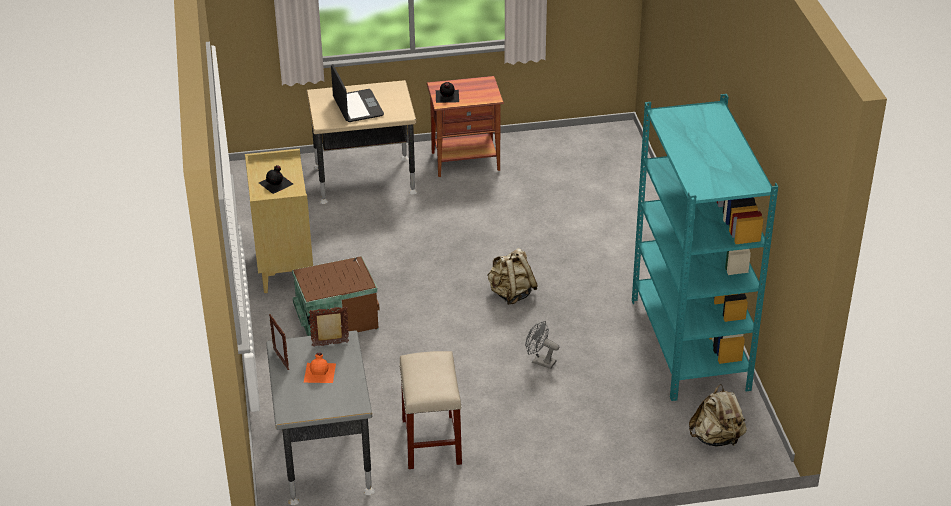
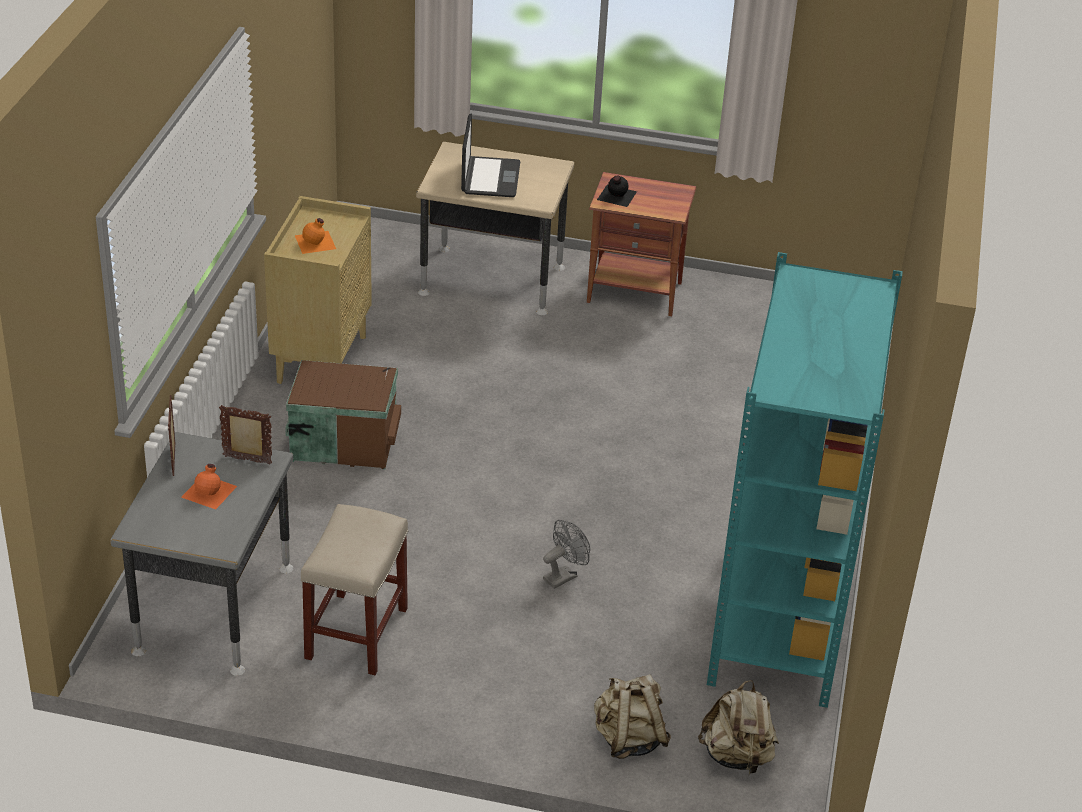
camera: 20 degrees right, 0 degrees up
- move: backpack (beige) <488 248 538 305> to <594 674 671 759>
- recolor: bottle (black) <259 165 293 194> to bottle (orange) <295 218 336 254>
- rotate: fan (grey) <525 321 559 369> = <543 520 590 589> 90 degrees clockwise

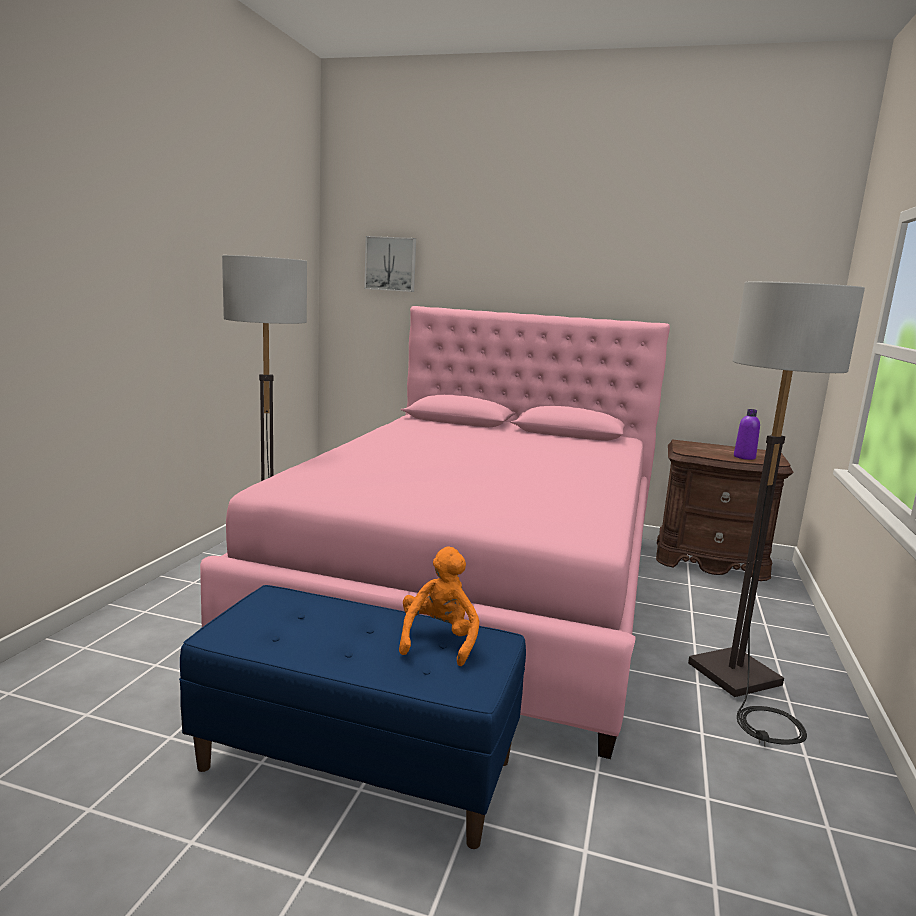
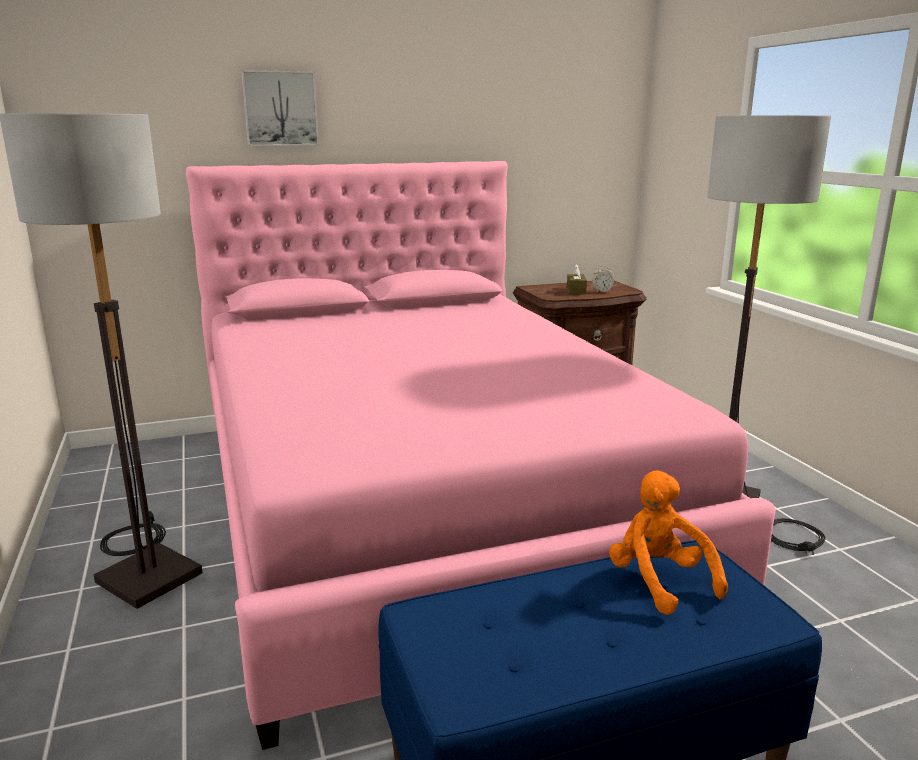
camera: 35 degrees left, 5 degrees up
- insert: tissue box (brown) <567 264 587 294>
- move: picture <364 236 416 292> to <241 70 319 146>
- replace: bottle (purple) <734 409 760 460> to alarm clock <592 266 614 292>

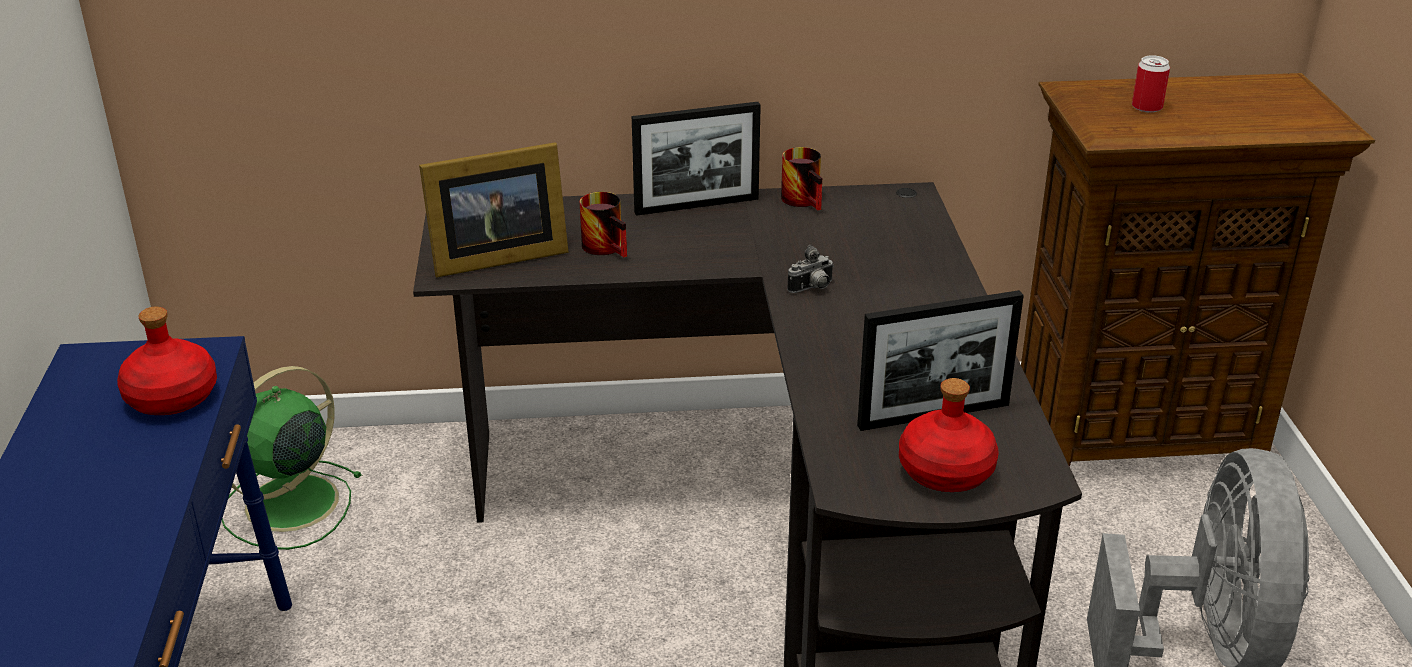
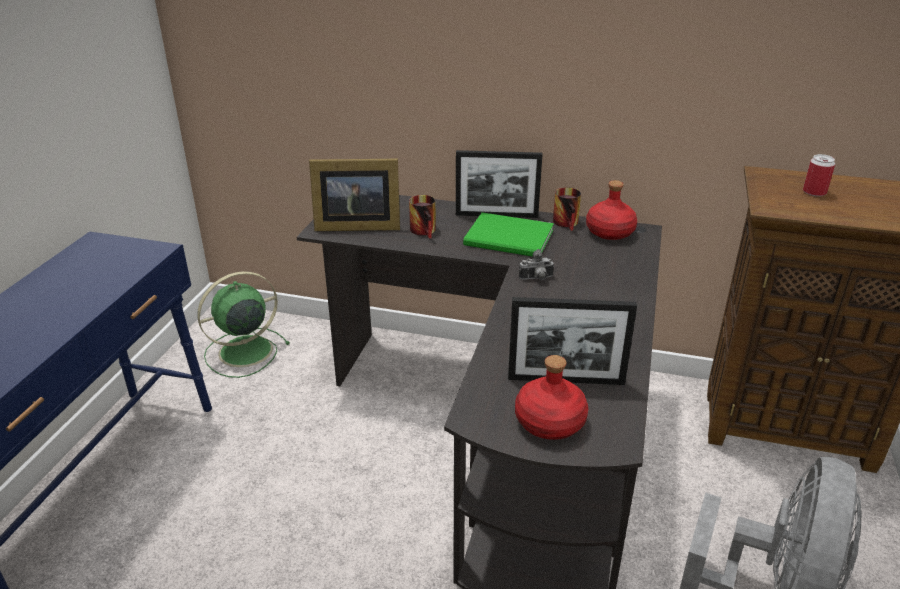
camera: 20 degrees right, 0 degrees up
- insert: book (green) <463 212 554 257>
- move: bottle (red) <117 307 217 415> to <586 180 637 240>

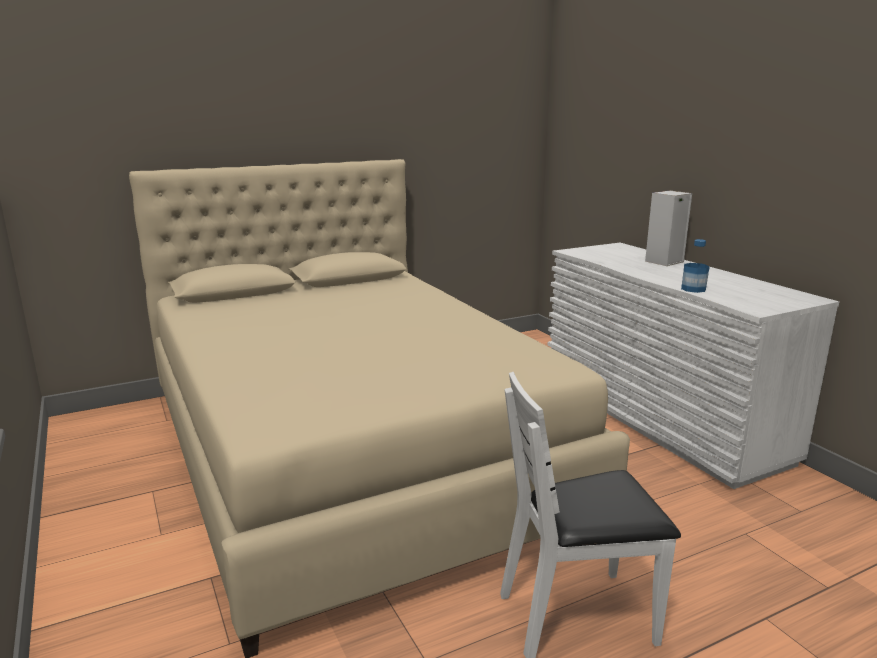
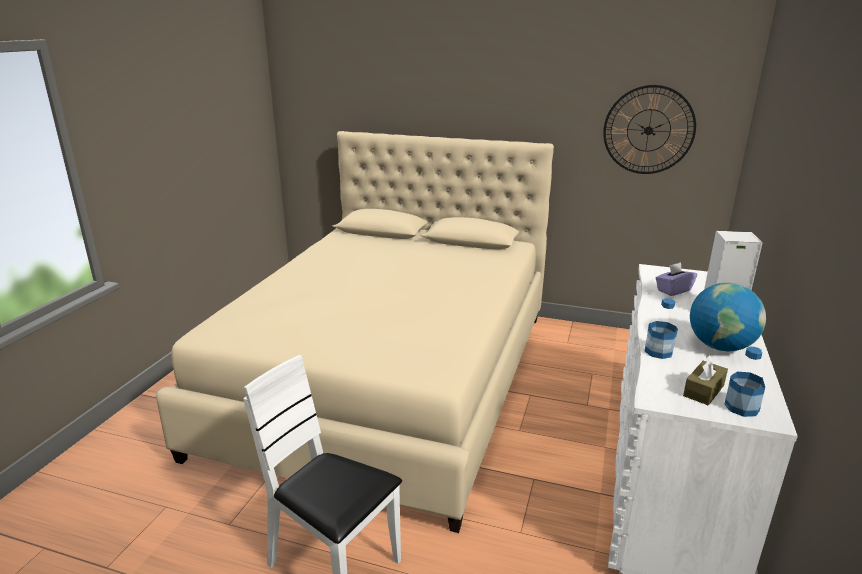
camera: 45 degrees right, 5 degrees up
- insert: wall clock <603 85 696 174>
- insert: tissue box (purple) <656 262 697 296>
- insert: tissue box (brown) <683 355 728 405>
- insert: globe <690 283 766 351>
- insert: bottle <724 347 765 417>

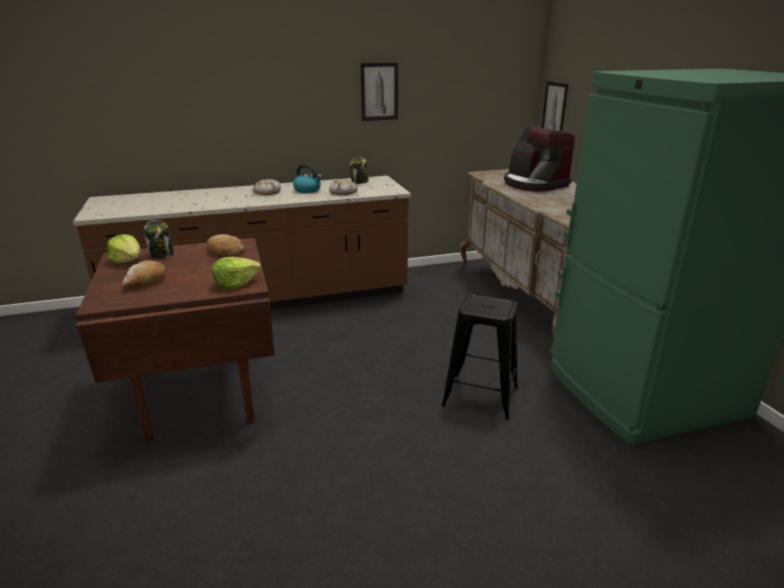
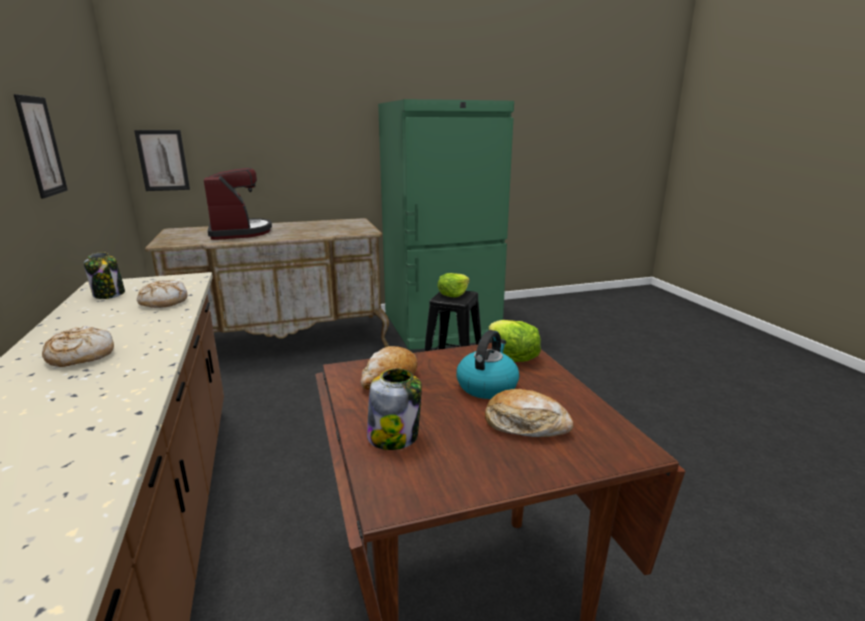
camera: 90 degrees left, 5 degrees down
- move: lettuce <107 234 141 263> to <437 273 470 297>
- move: kettle <293 164 322 193> to <456 330 519 399>
- rotate: coffee machine <504 127 575 192> = <204 168 272 240> 75 degrees counterclockwise

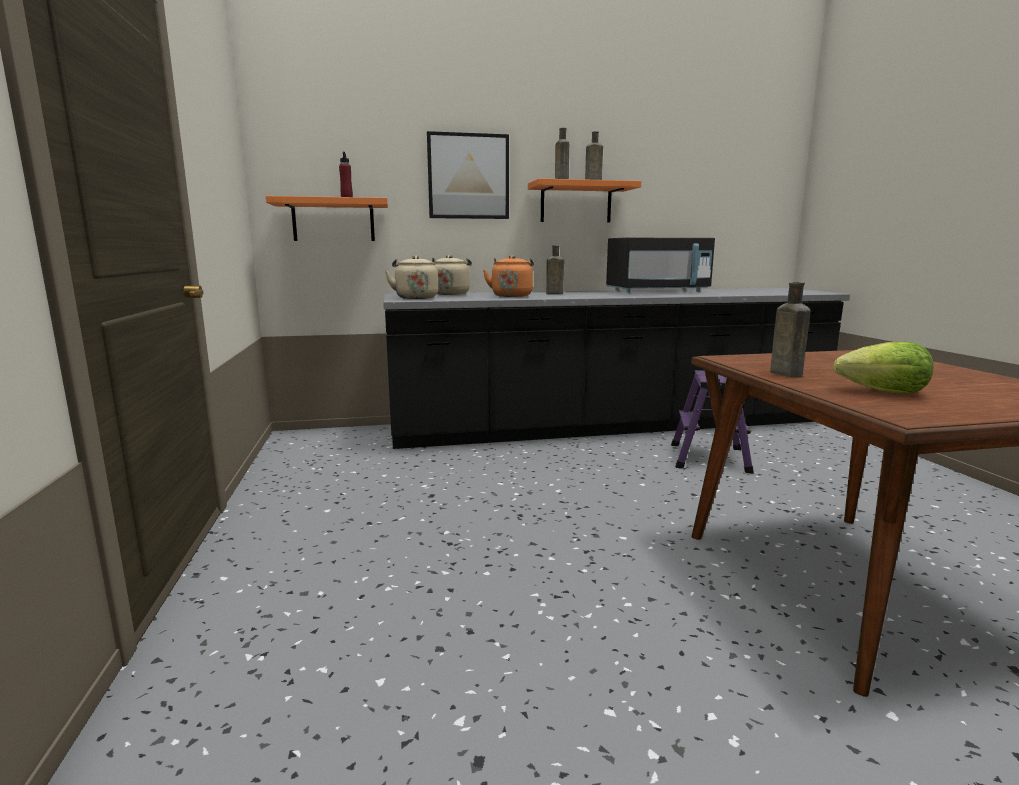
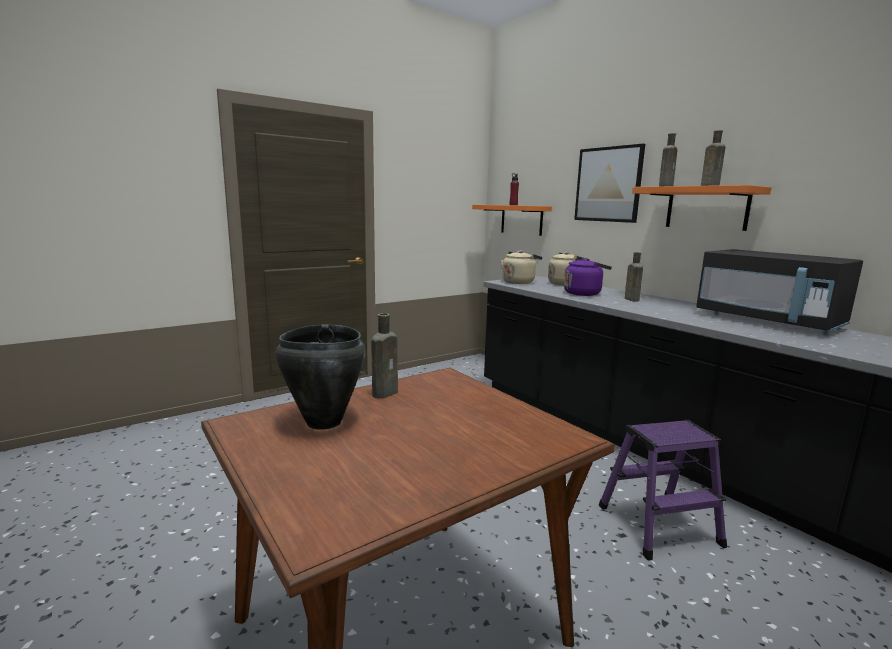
camera: 65 degrees right, 0 degrees up
- replace: lettuce <833 342 933 394> to cooking pot (black) <275 324 365 430>
- recolor: kettle (orange) <483 255 534 297> to kettle (purple) <564 258 612 296>

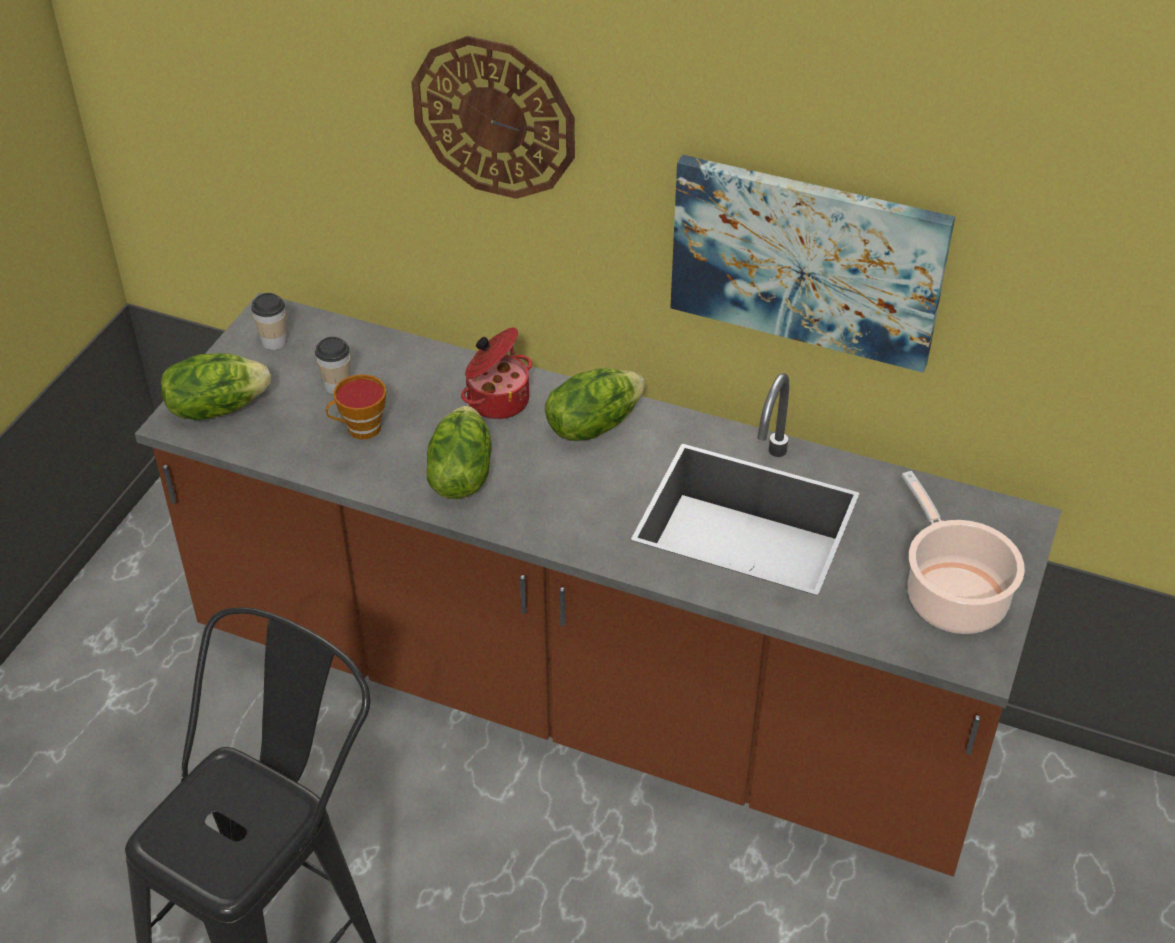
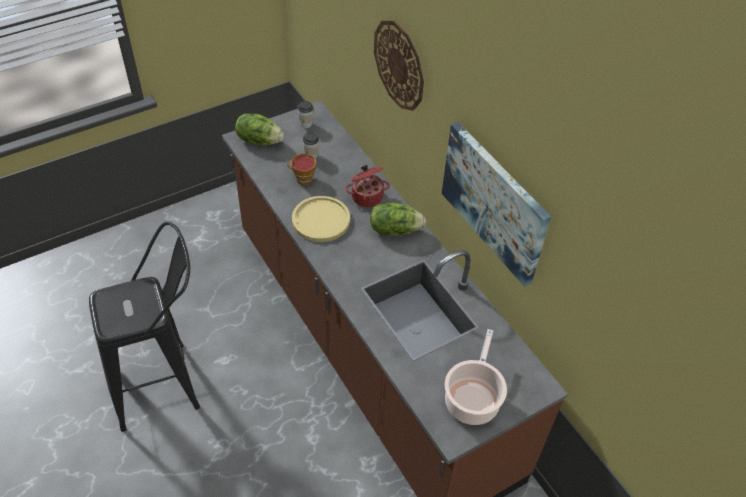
camera: 35 degrees right, 5 degrees up
- replace: lettuce <427 406 492 499> to plate (yellow) <292 196 350 242>

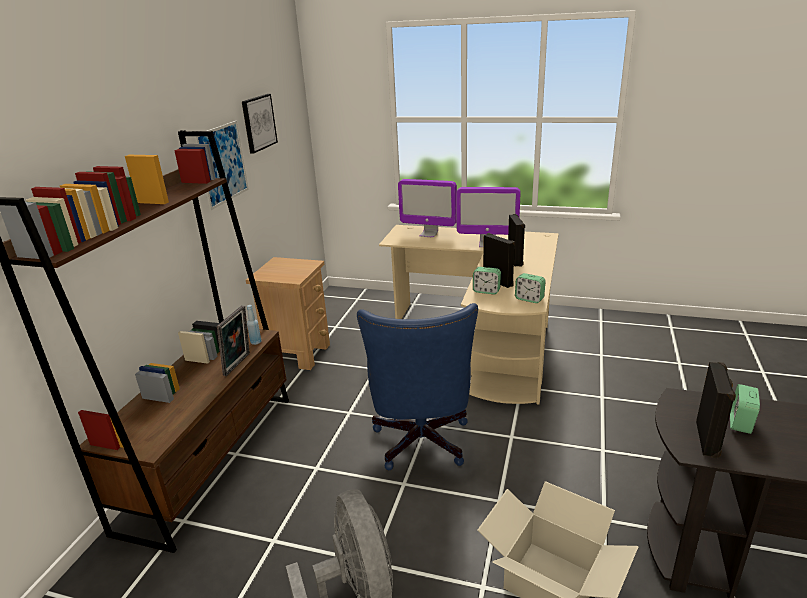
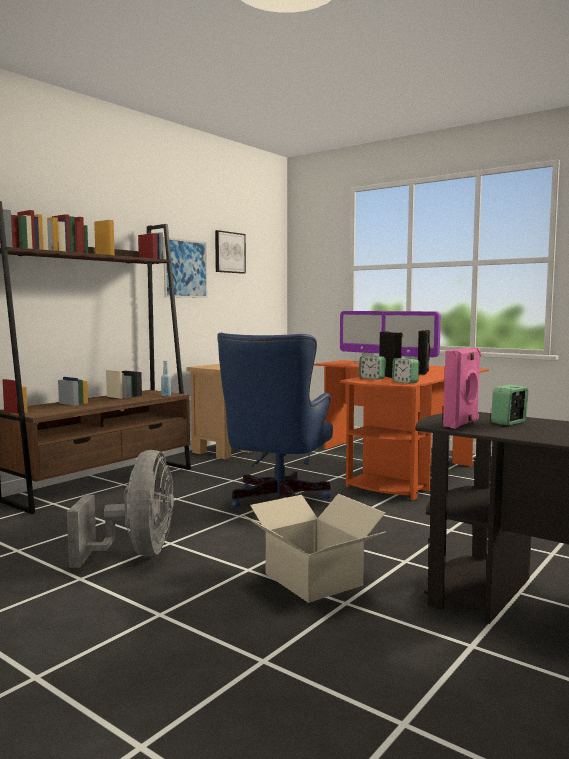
camera: 20 degrees right, 20 degrees down
- delete: picture frame <217 306 250 376>
- recolor: desk (beige) <379 225 559 405> to desk (orange) <314 360 489 500>
- recolor: speaker (black) <696 362 736 458> to speaker (pink) <443 348 481 429>

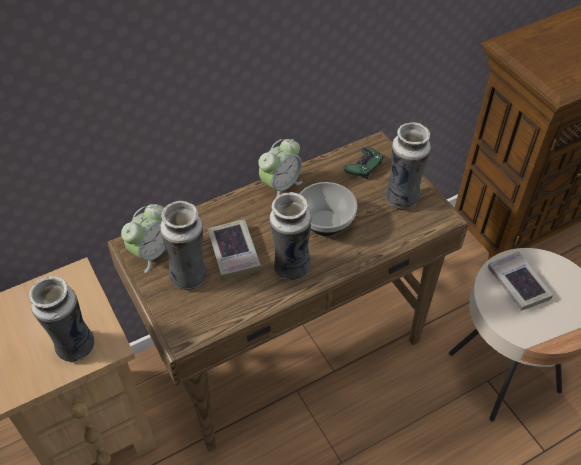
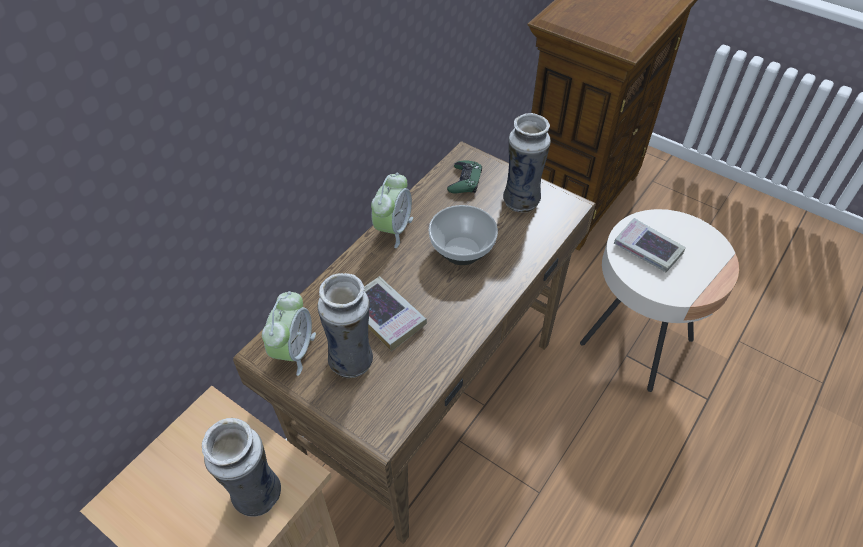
camera: 25 degrees left, 0 degrees up
- delete: vase <269 192 311 281>

